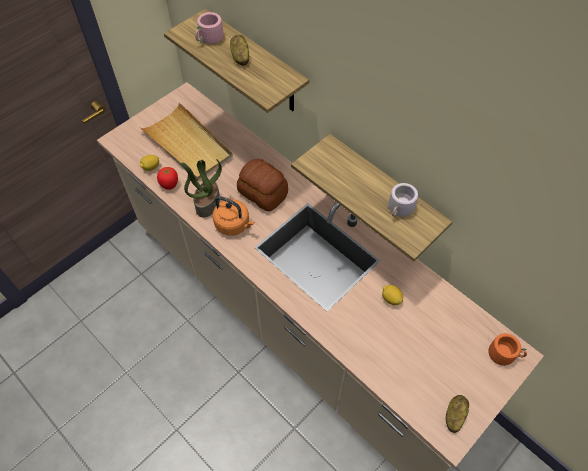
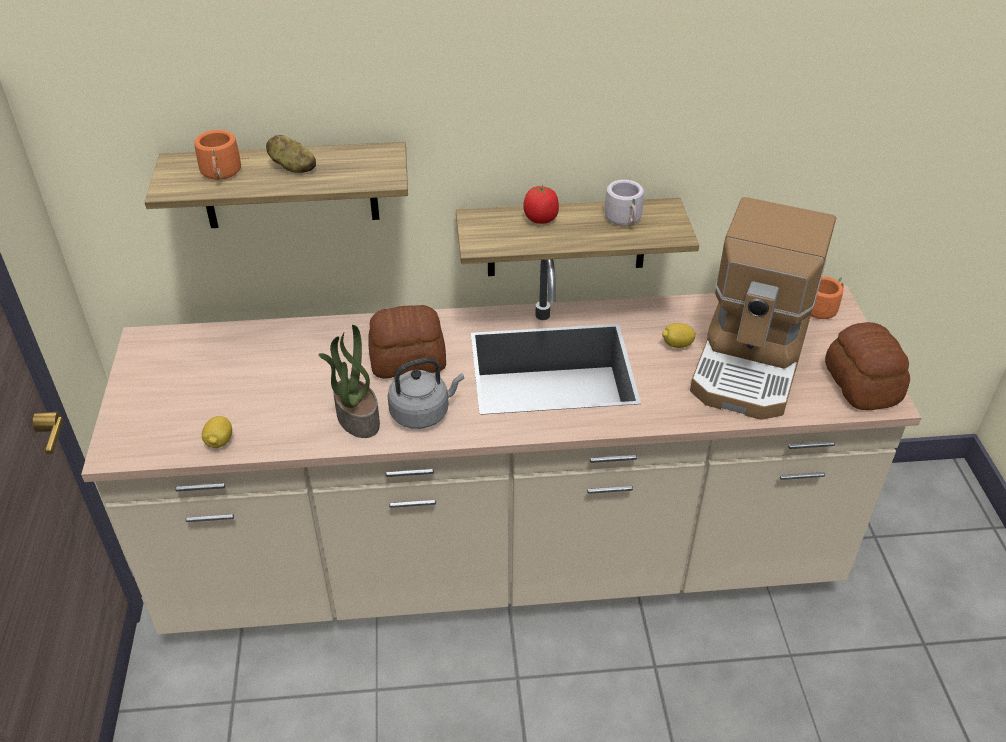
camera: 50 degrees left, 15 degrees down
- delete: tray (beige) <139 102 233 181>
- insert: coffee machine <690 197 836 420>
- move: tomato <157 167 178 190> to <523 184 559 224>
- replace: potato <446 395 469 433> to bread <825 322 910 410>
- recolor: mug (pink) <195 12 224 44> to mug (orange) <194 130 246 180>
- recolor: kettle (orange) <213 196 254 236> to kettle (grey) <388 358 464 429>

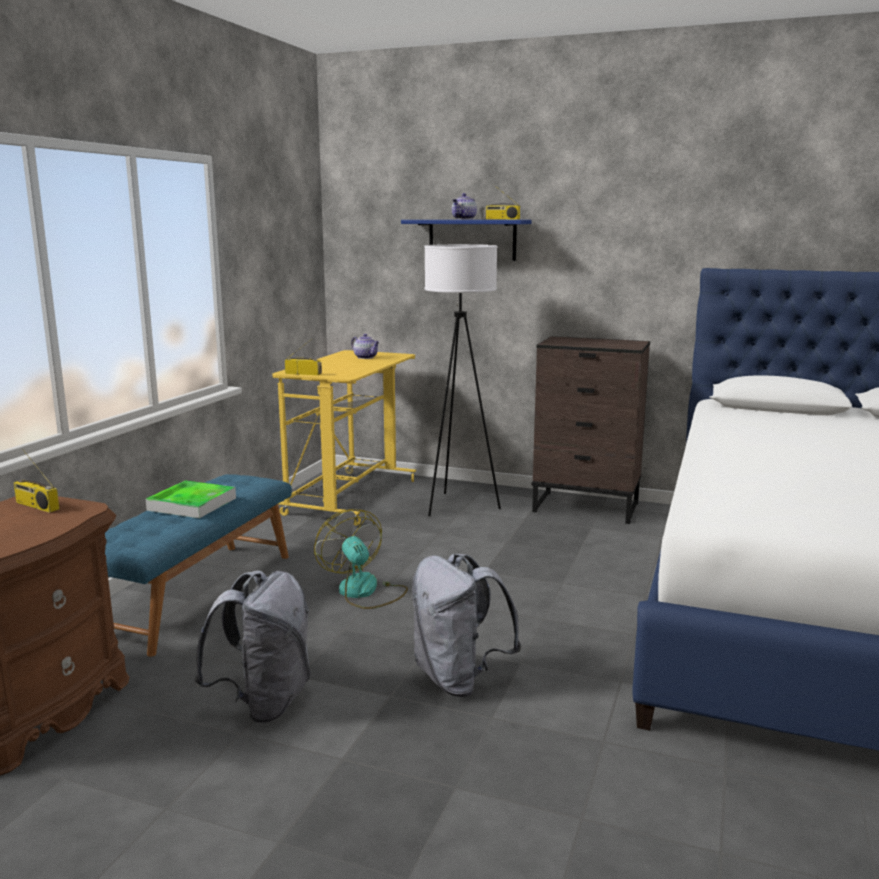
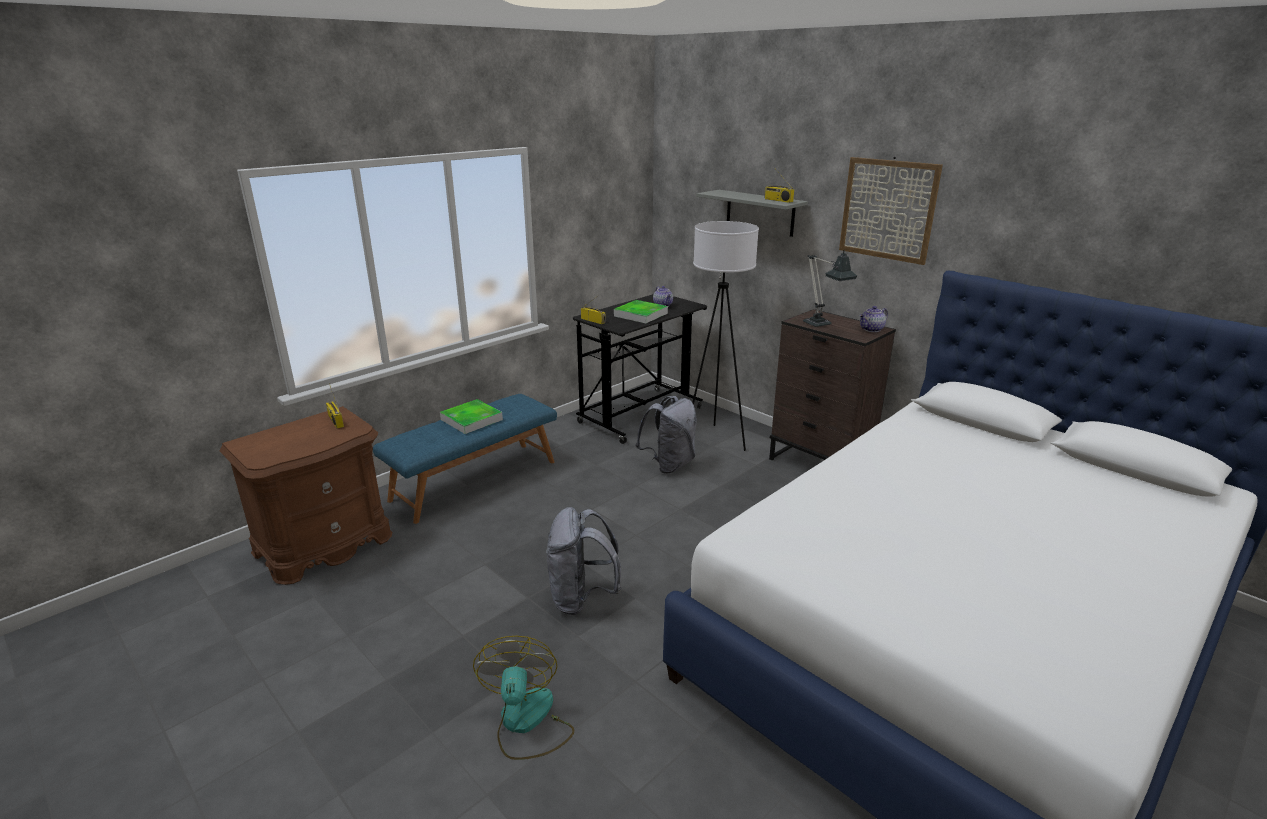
camera: 25 degrees right, 10 degrees up
- insert: tray <614 300 668 323>
- insert: table lamp <803 249 857 327>
- insert: picture <839 157 943 265>
- move: backpack (grey) <194 570 311 724> to <635 396 697 474>
- move: fan <314 509 408 609> to <473 636 574 760>
- move: teapot <452 193 477 220> to <859 306 888 332>
- recolor: desk (yellow) <272 350 416 526> to desk (black) <573 294 707 444>
- recolor: shelf (blue) <401 220 531 261> to shelf (grey) <696 190 808 237>

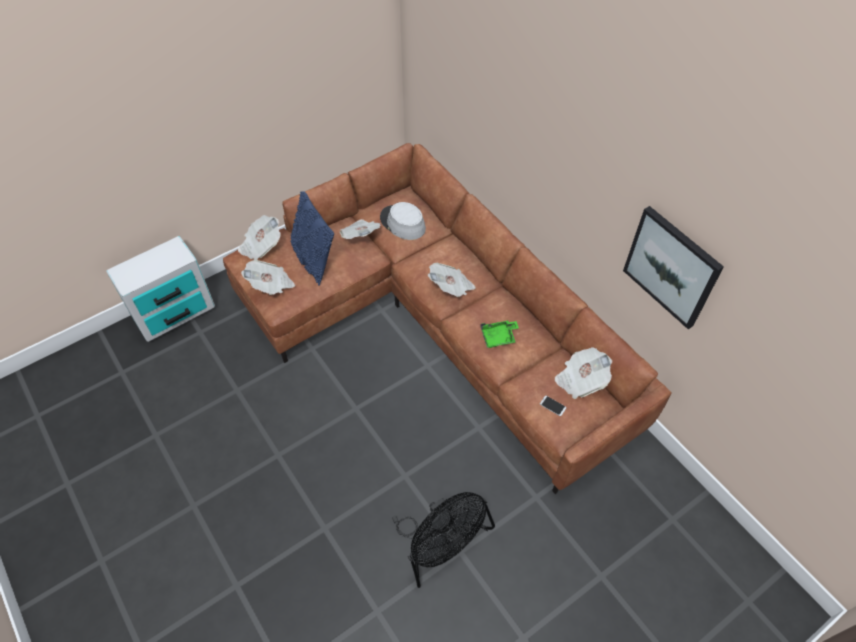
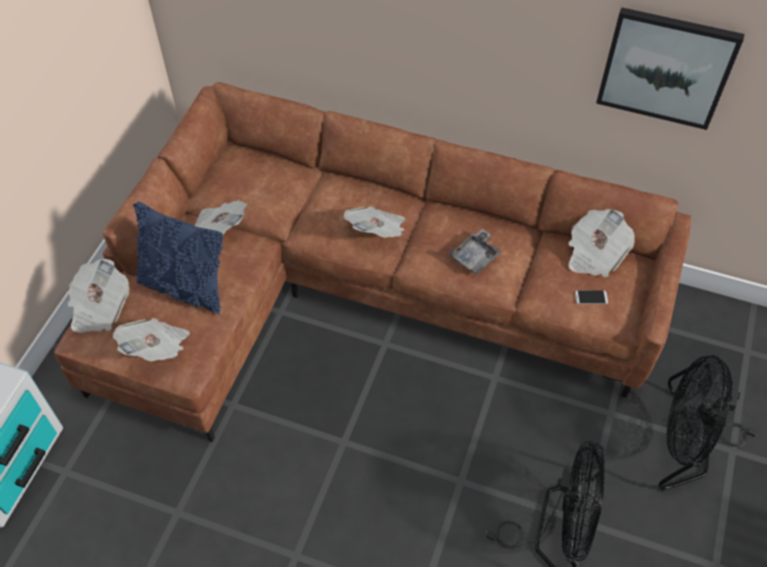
camera: 35 degrees left, 0 degrees up
- delete: hat (grey) <380 202 426 240>
- insert: fan (black) <658 355 758 492>
- recolor: tray (green) <480 320 519 348> to tray (grey) <449 229 501 275>

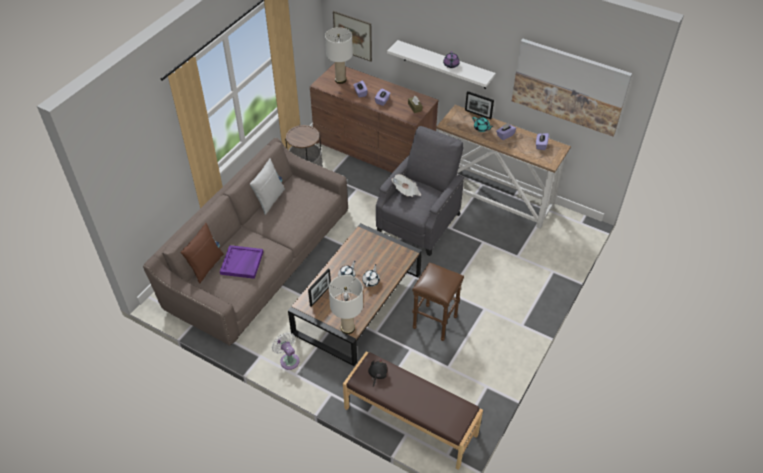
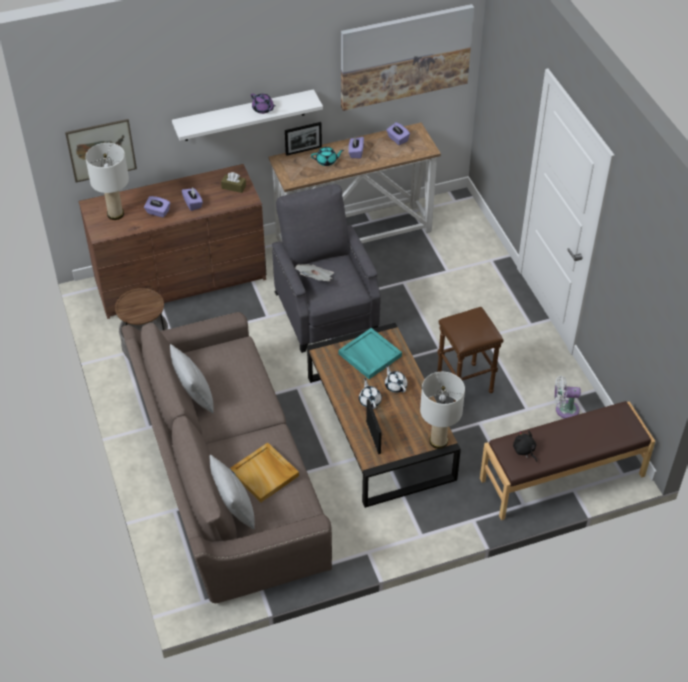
camera: 50 degrees left, 0 degrees up
- insert: tray (turquoise) <338 328 402 379>
- move: fan (white) <272 332 300 370> to <554 376 581 419>
- recolor: pillow (brown) <180 223 224 284> to pillow (grey) <210 455 255 529>
- recolor: tray (purple) <220 245 263 279> to tray (beige) <230 443 299 503>

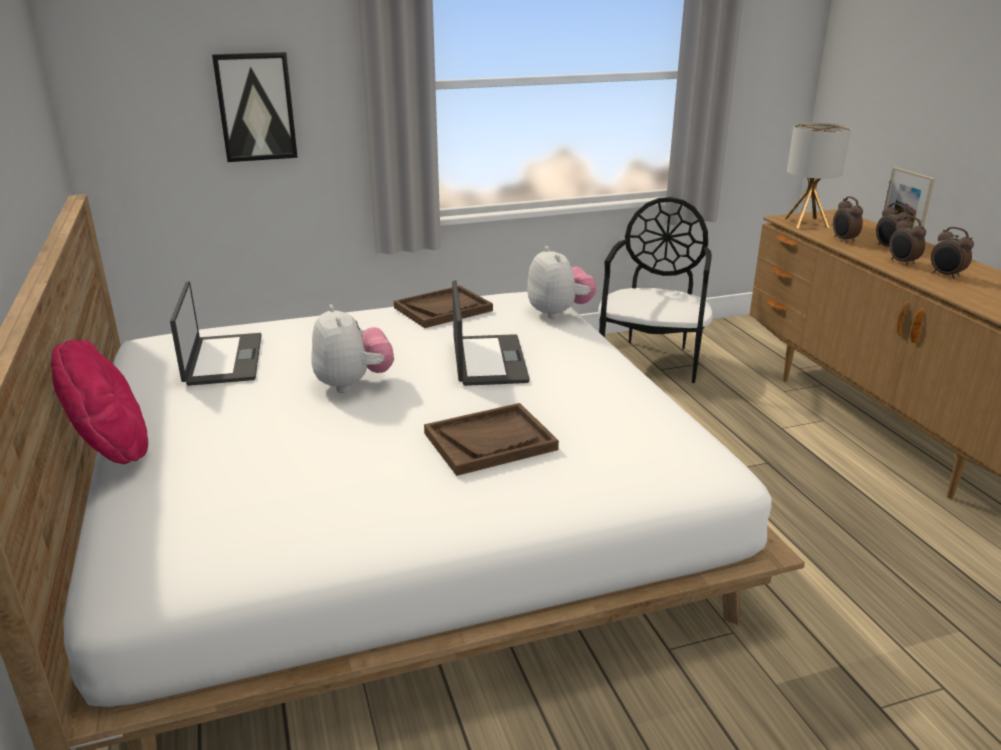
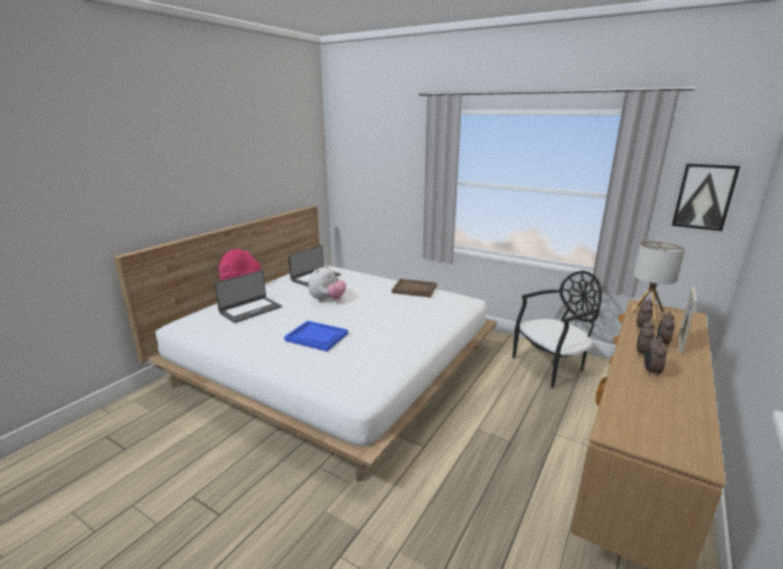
camera: 50 degrees right, 5 degrees down
- delete: plush toy <527 246 596 319>
- move: picture <212 52 298 162> to <672 163 740 231>
- move: laptop <452 280 530 386> to <214 270 282 323>
- recolor: tray (brown) <424 403 559 476> to tray (blue) <284 321 348 351>

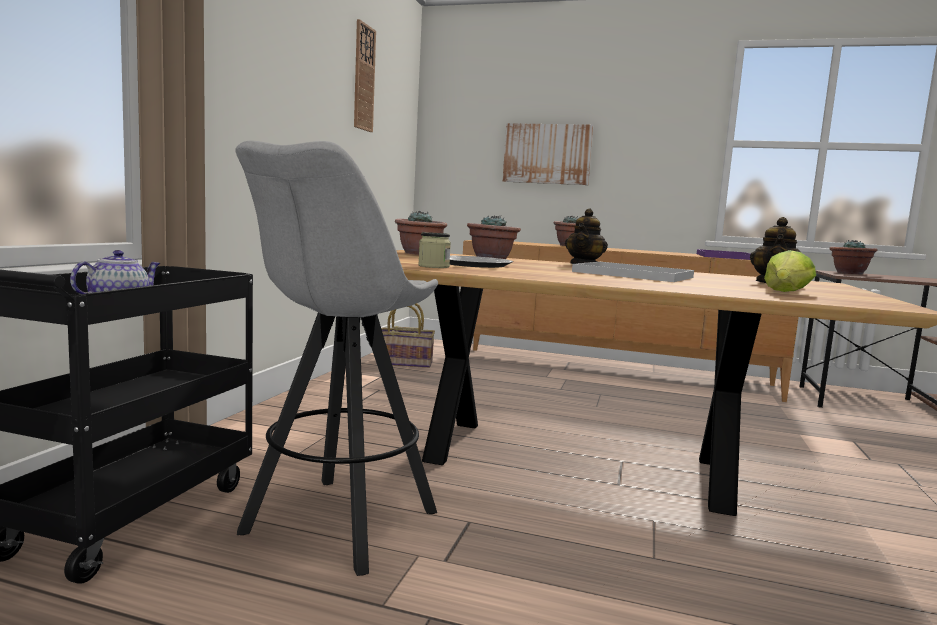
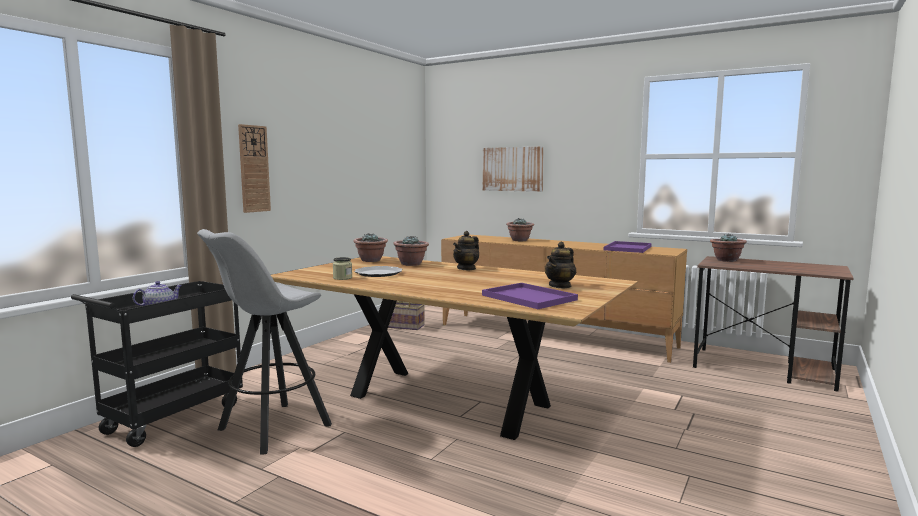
camera: 15 degrees right, 0 degrees up
- delete: tray (white) <572 262 694 282>
- move: wall clock <354 19 376 132> to <238 124 271 213>
- replace: lettuce <764 250 816 292> to tray (purple) <482 283 578 309>

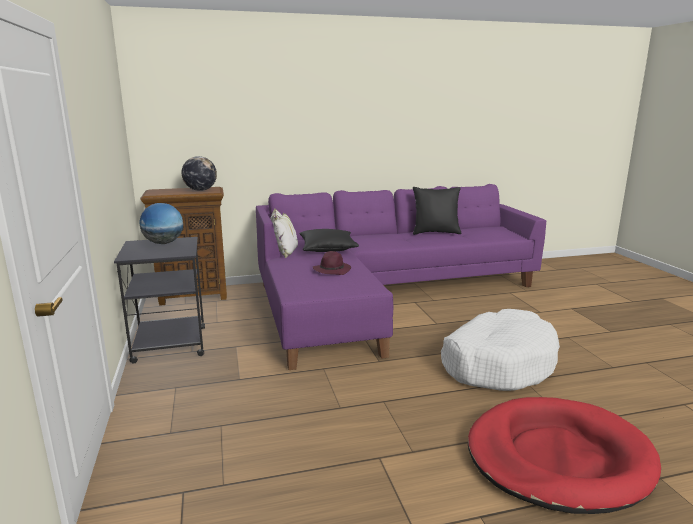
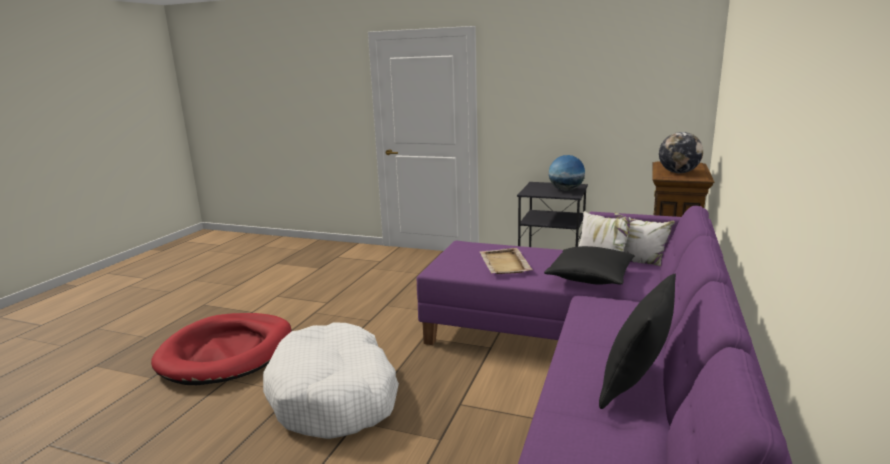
camera: 125 degrees right, 0 degrees up
- replace: hat (purple) <313 251 351 275> to tray (beige) <480 248 533 274>

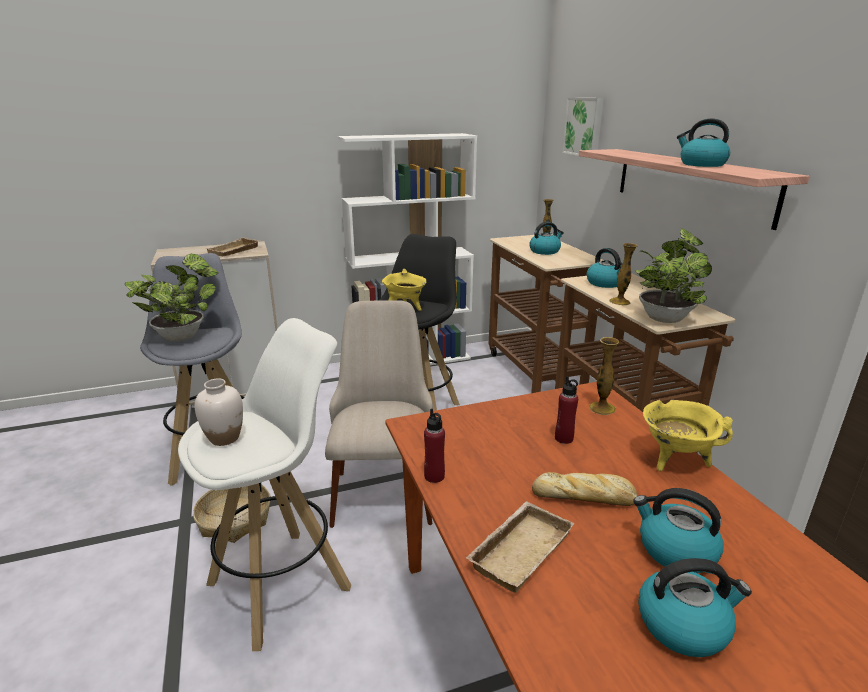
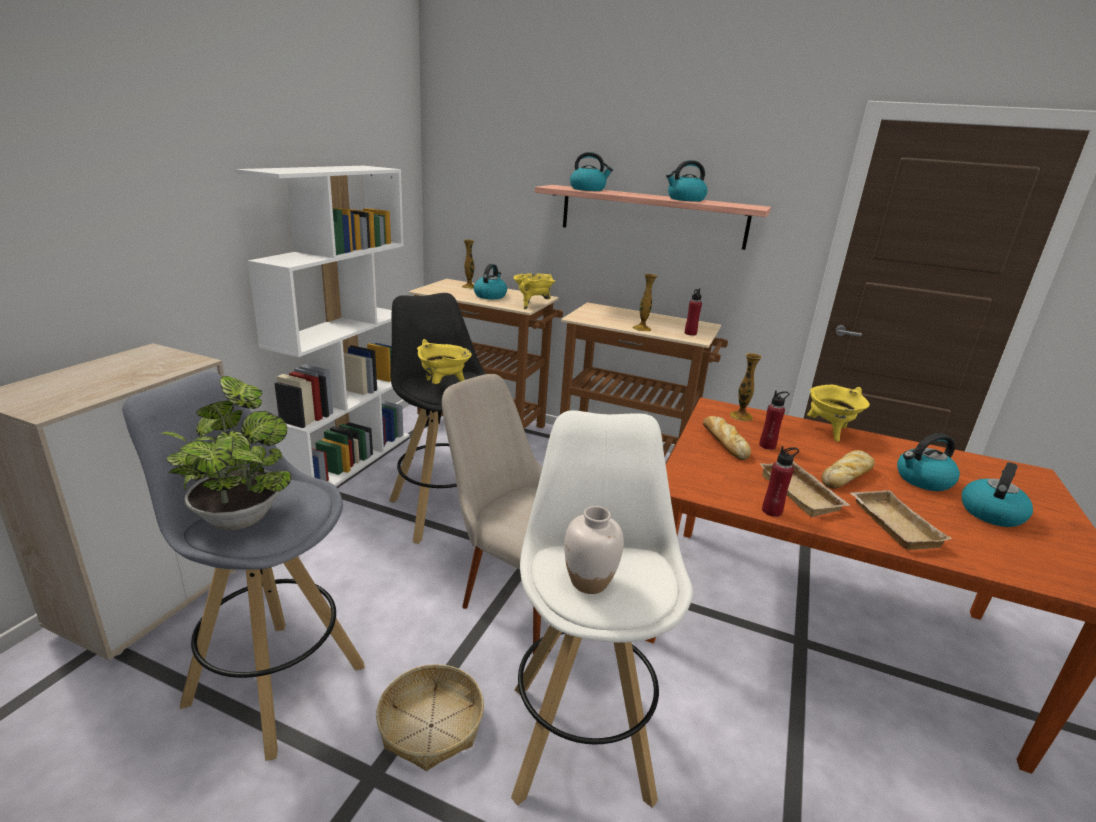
camera: 50 degrees left, 0 degrees up
- delete: picture <562 98 604 156>
- insert: cooking pot (yellow) <513 273 556 309>
- insert: bread <703 416 751 460>
- move: tray (beige) <205 237 260 256> to <760 461 851 517>
- move: kettle <587 248 622 288> to <570 152 613 191>
- replace: potted plant <635 228 712 323> to bottle (red) <684 288 702 336>

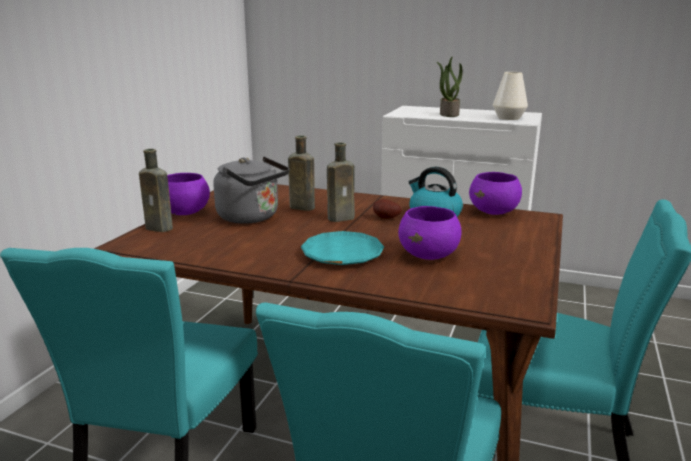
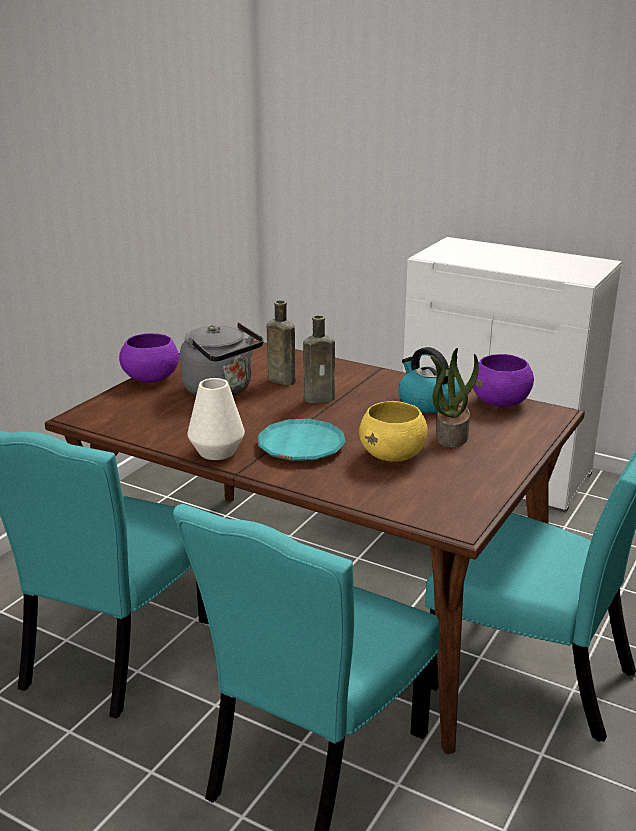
camera: 10 degrees right, 5 degrees up
- delete: bottle (brown) <139 149 173 232>
- delete: potato <373 199 402 219>
- move: potted plant <437 57 463 117> to <430 348 479 448>
- move: vase (white) <493 72 528 120> to <187 378 245 460>
- recolor: bowl (purple) <398 206 462 260> to bowl (yellow) <359 401 428 462>

